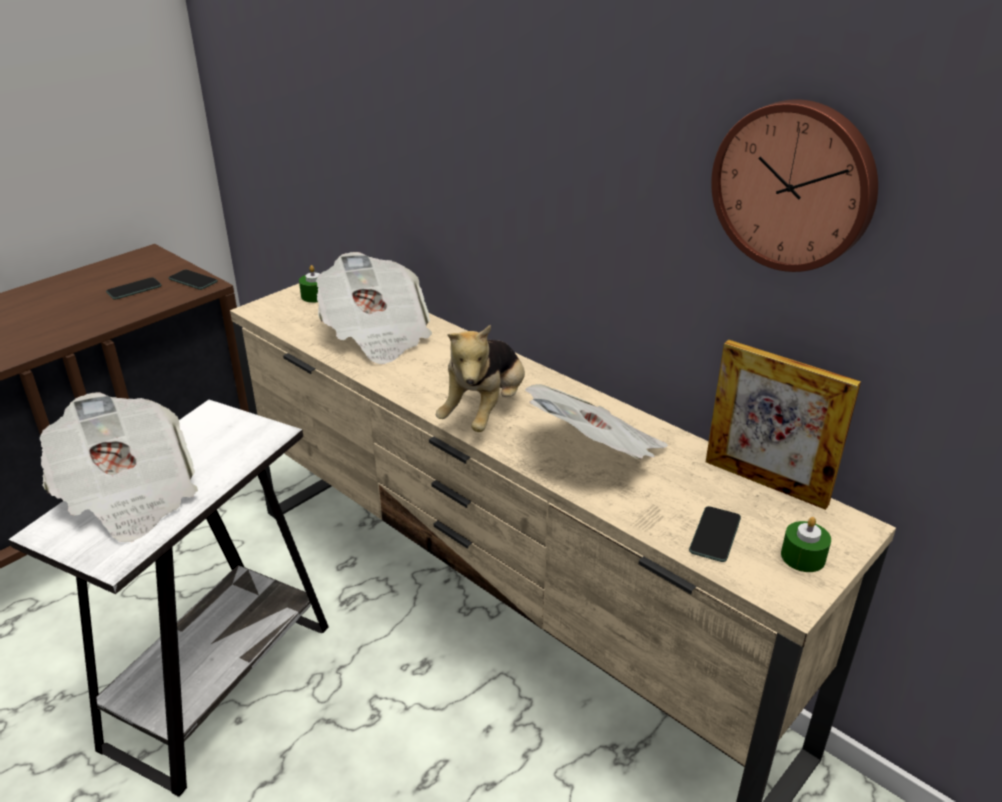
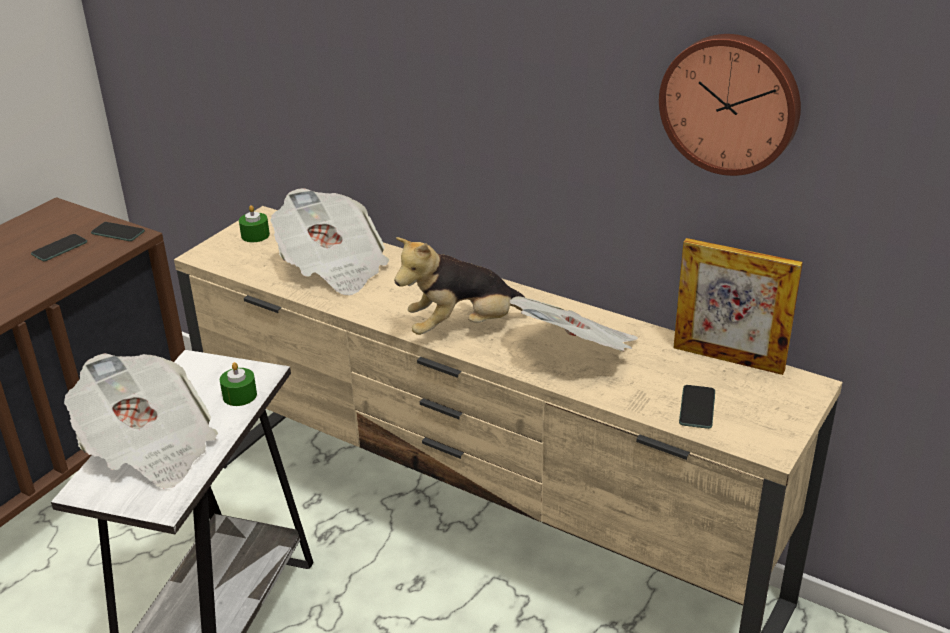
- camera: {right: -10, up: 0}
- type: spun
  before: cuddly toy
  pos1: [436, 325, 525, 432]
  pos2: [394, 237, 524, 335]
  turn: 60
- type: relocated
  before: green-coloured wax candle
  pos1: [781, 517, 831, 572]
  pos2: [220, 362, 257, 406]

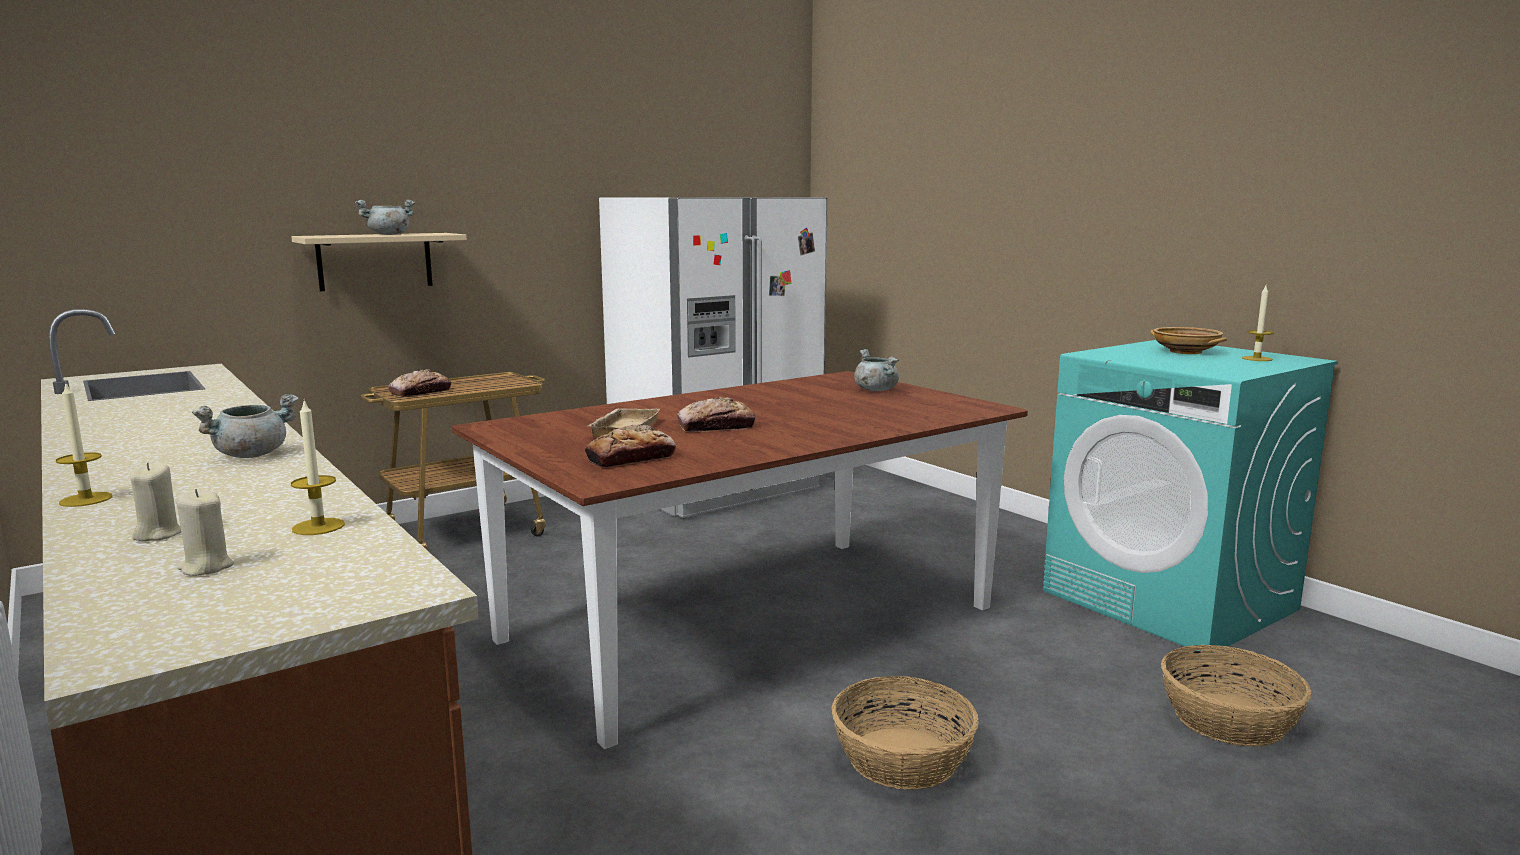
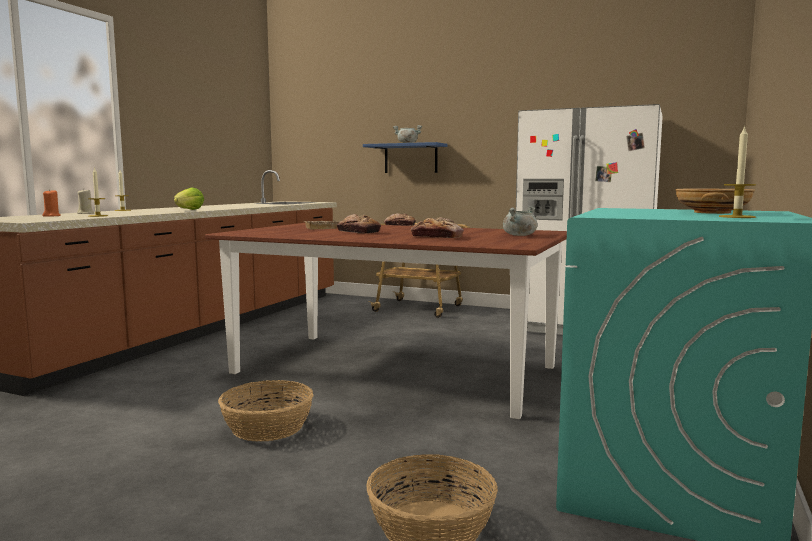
- camera: {right: 60, up: -5}
- type: colour
  before: beige-coloured wax candle
  after: orange wax candle
  pos1: [176, 489, 234, 576]
  pos2: [42, 189, 61, 217]
- type: exchanged
  before: greyish saucepot
  after: head of lettuce
  pos1: [192, 394, 299, 458]
  pos2: [174, 187, 204, 210]
- type: colour
  before: beige-coloured shelf
  after: blue-coloured shelf
  pos1: [291, 233, 467, 291]
  pos2: [363, 142, 448, 173]
- type: relocated
  before: baked bread
  pos1: [585, 425, 676, 468]
  pos2: [411, 217, 464, 238]

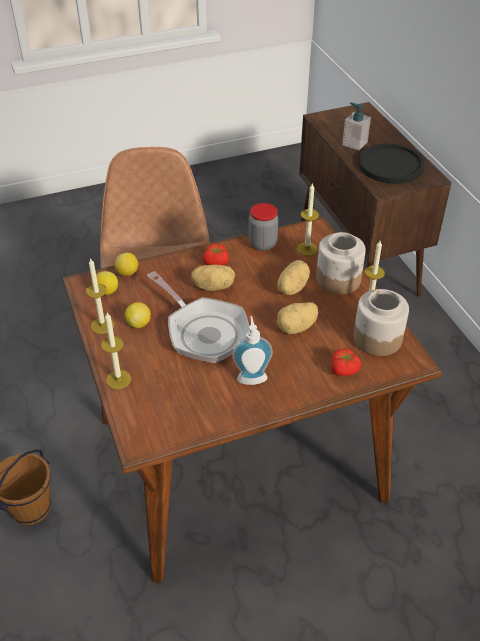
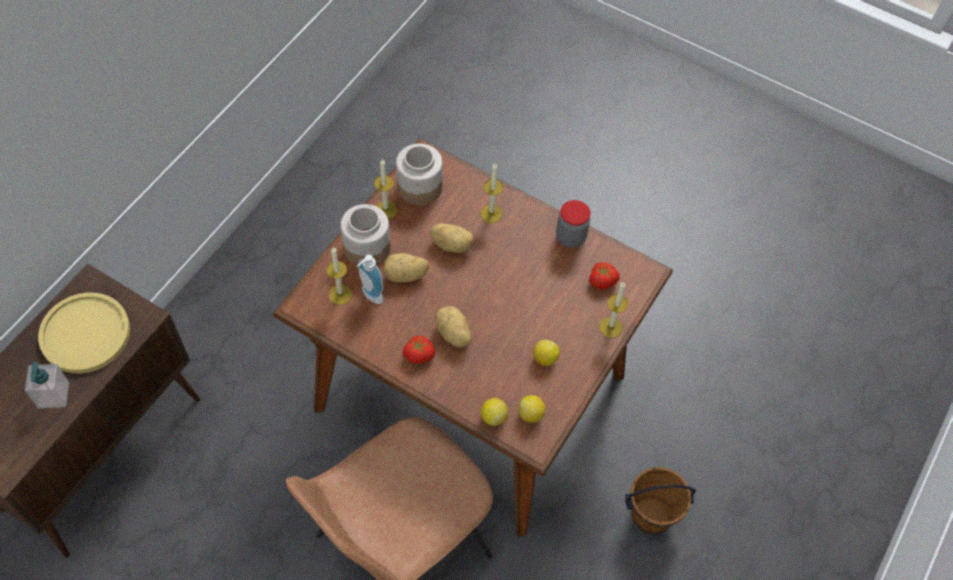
- camera: {right: -130, up: 15}
- type: relocated
  before: wax candle
  pos1: [86, 258, 114, 334]
  pos2: [480, 163, 503, 223]
- type: missing
  before: skillet
  pos1: [147, 271, 249, 363]
- type: relocated
  before: soap dispenser
  pos1: [232, 316, 273, 385]
  pos2: [357, 255, 384, 304]
- type: relocated
  before: preserve jar
  pos1: [249, 203, 278, 251]
  pos2: [556, 200, 590, 248]
- type: relocated
  before: whole tomato
  pos1: [331, 348, 361, 376]
  pos2: [589, 262, 619, 290]
- type: colour
  before: blackish flat dish
  after: yellow flat dish
  pos1: [358, 143, 425, 184]
  pos2: [38, 292, 130, 373]

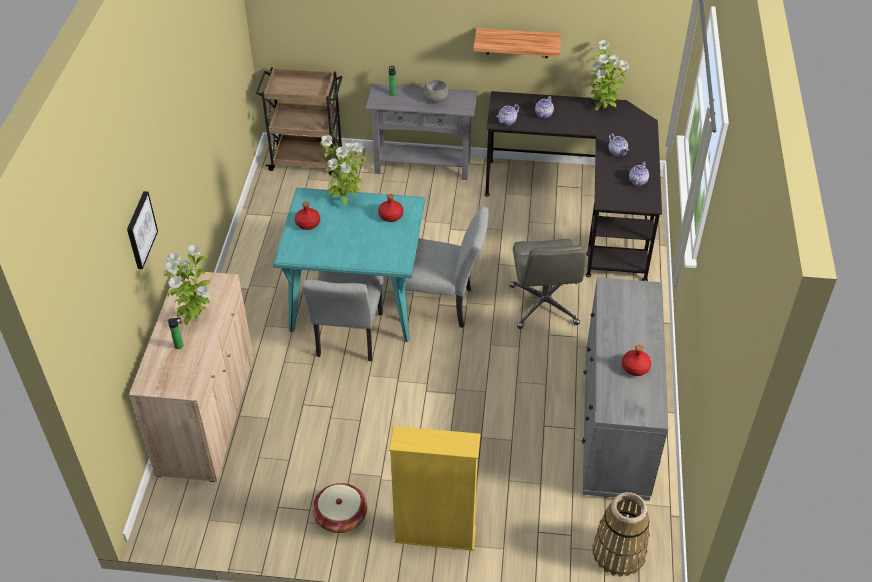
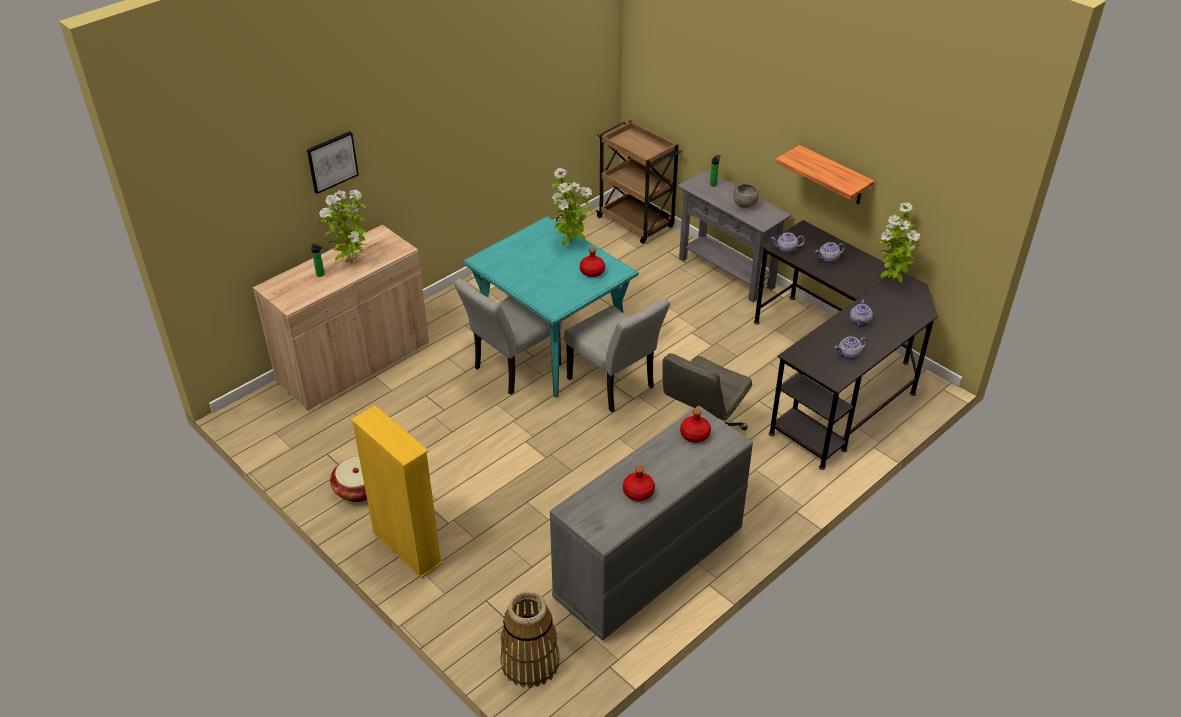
- camera: {right: 40, up: -5}
- type: relocated
  before: red-coloured drink bottle
  pos1: [295, 201, 320, 230]
  pos2: [680, 409, 711, 443]

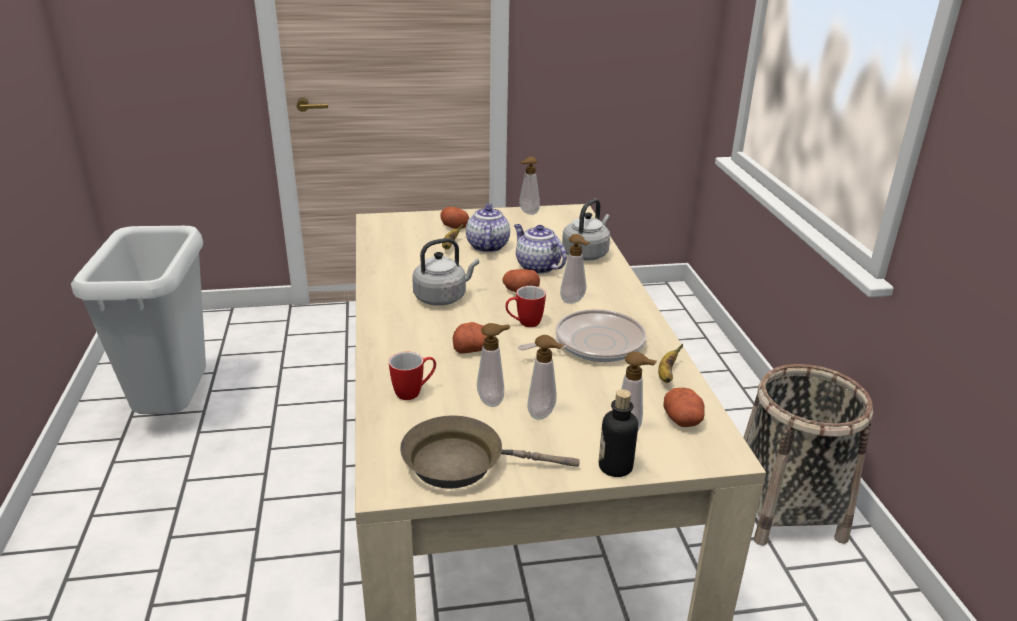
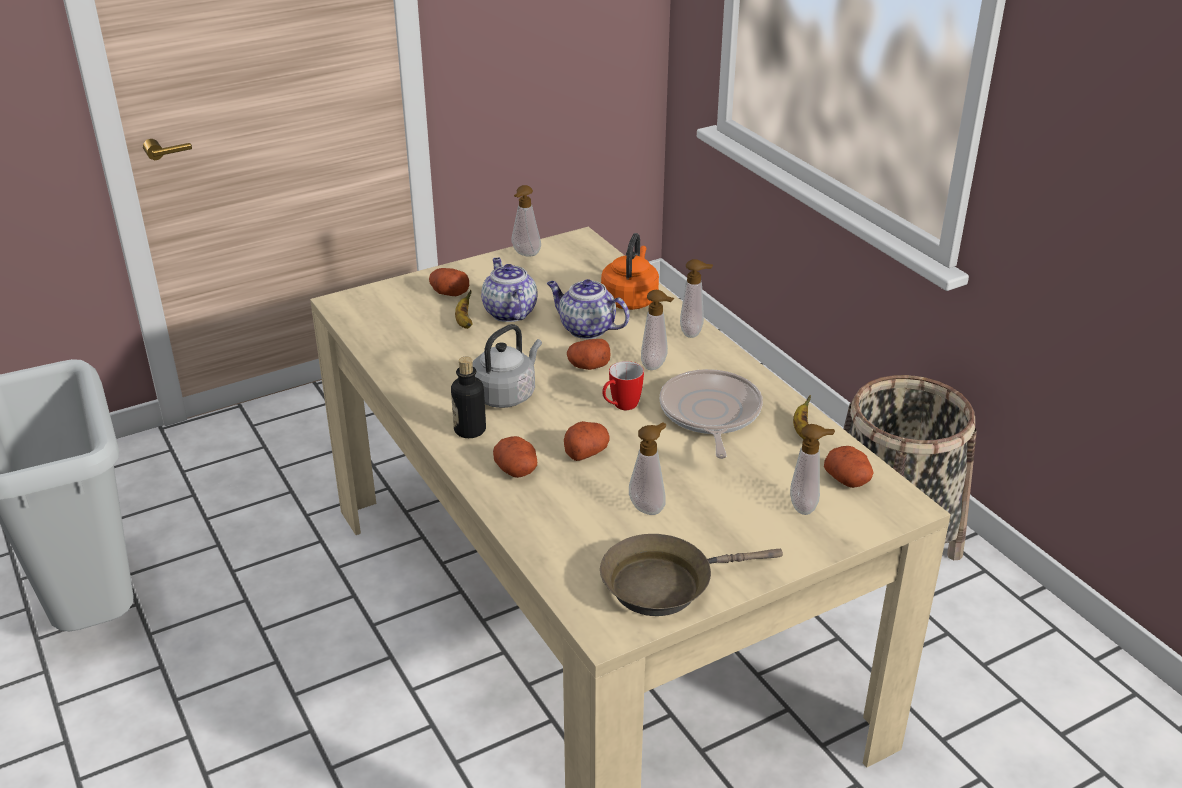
- camera: {right: -20, up: 5}
- type: missing
  before: coffee mug
  pos1: [389, 352, 436, 400]
- type: spun
  before: skillet
  pos1: [518, 309, 646, 362]
  pos2: [660, 369, 763, 459]
  turn: -45
- type: relocated
  before: soap dispenser
  pos1: [527, 335, 564, 420]
  pos2: [680, 259, 713, 338]
- type: colour
  before: greyish tea kettle
  after: orange tea kettle
  pos1: [562, 199, 610, 261]
  pos2: [601, 233, 659, 310]
- type: relocated
  before: drink bottle
  pos1: [599, 389, 638, 477]
  pos2: [451, 357, 486, 438]
- type: appeared
  after: whole potato
  pos2: [493, 436, 537, 478]

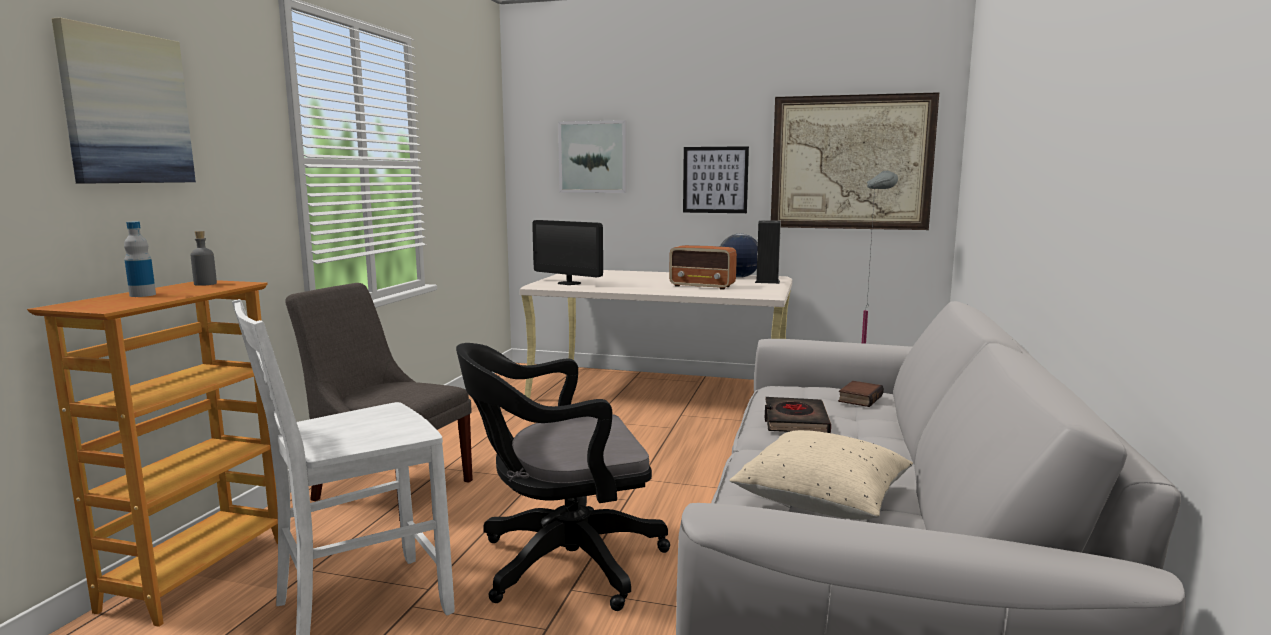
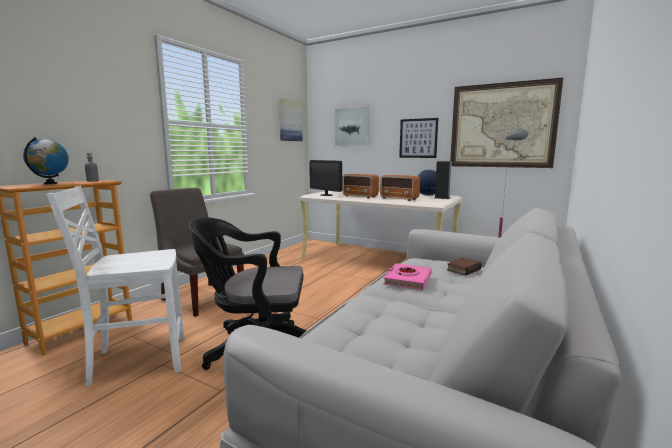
- camera: {right: 15, up: 0}
- type: relocated
  before: wall picture
  pos1: [51, 17, 196, 184]
  pos2: [279, 98, 302, 141]
- type: exchanged
  before: drink bottle
  after: desk globe
  pos1: [124, 222, 156, 297]
  pos2: [23, 137, 69, 184]
- type: missing
  before: beige-coloured cushion
  pos1: [730, 430, 913, 520]
- type: colour
  before: blackish bound book
  after: pink-coloured bound book
  pos1: [765, 397, 831, 433]
  pos2: [383, 263, 432, 290]
- type: appeared
  after: radio receiver
  pos2: [342, 174, 379, 198]

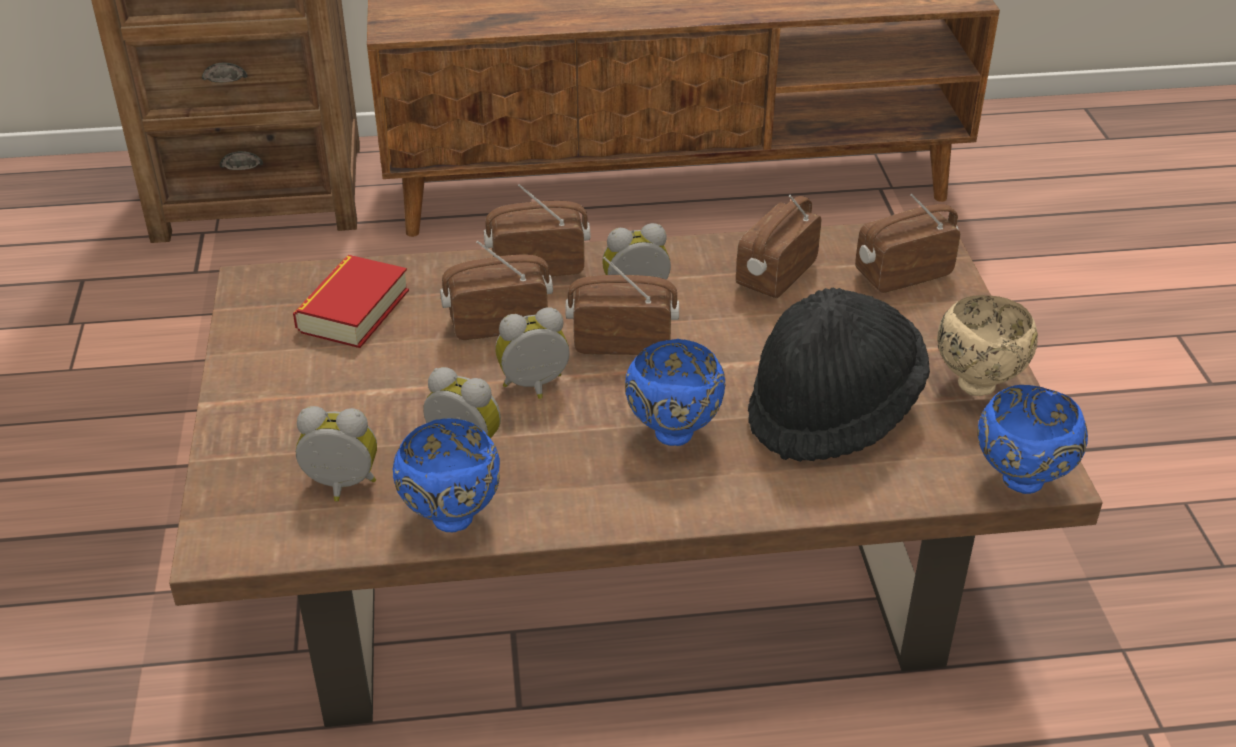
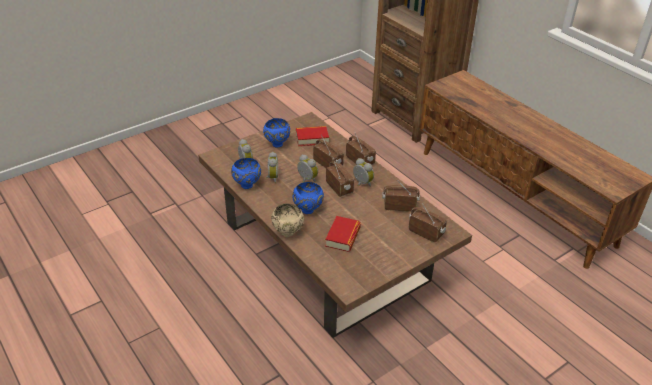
- camera: {right: 60, up: 0}
- type: exchanged
  before: blackish hat
  after: bound book
  pos1: [748, 288, 930, 462]
  pos2: [325, 216, 361, 252]
- type: relocated
  before: beige-coloured deep dish
  pos1: [937, 295, 1038, 396]
  pos2: [271, 204, 304, 237]
- type: relocated
  before: blue-coloured deep dish
  pos1: [978, 385, 1088, 494]
  pos2: [263, 118, 290, 148]

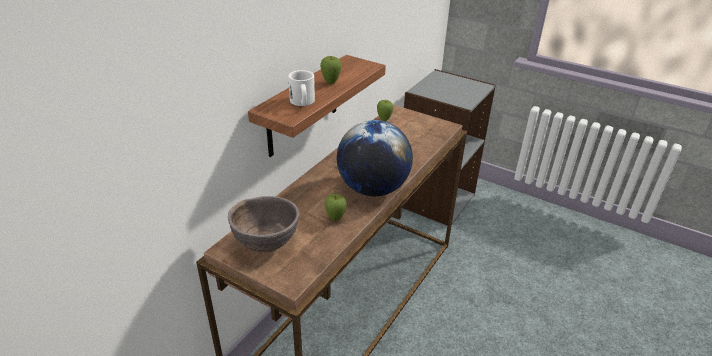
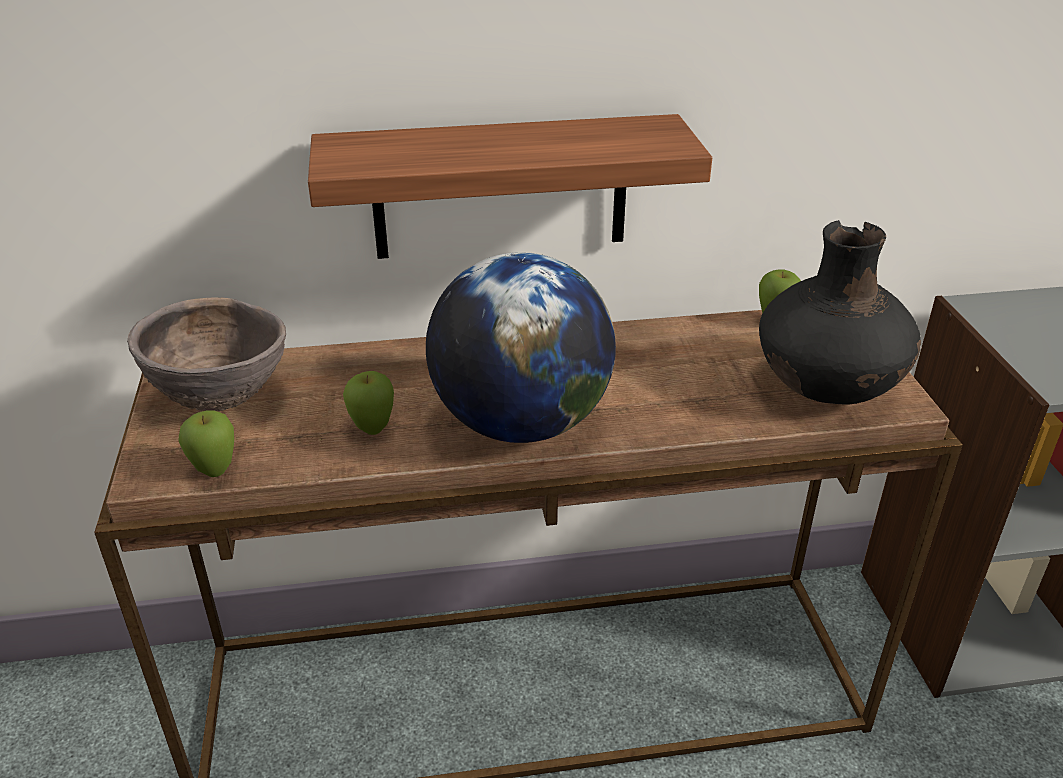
- camera: {right: 50, up: 0}
- type: missing
  before: white coffee mug
  pos1: [288, 70, 315, 106]
- type: relocated
  before: whole apple
  pos1: [320, 56, 341, 84]
  pos2: [178, 410, 234, 477]
- type: appeared
  after: blackish decorative vase
  pos2: [759, 220, 921, 405]

